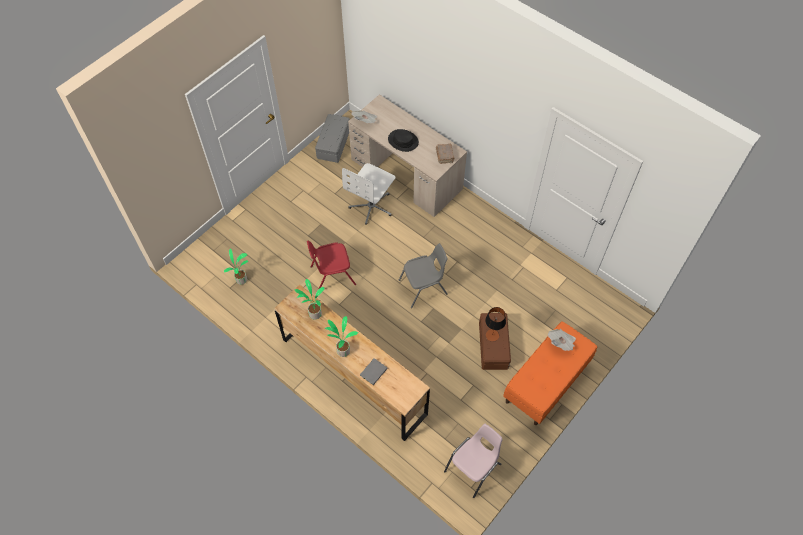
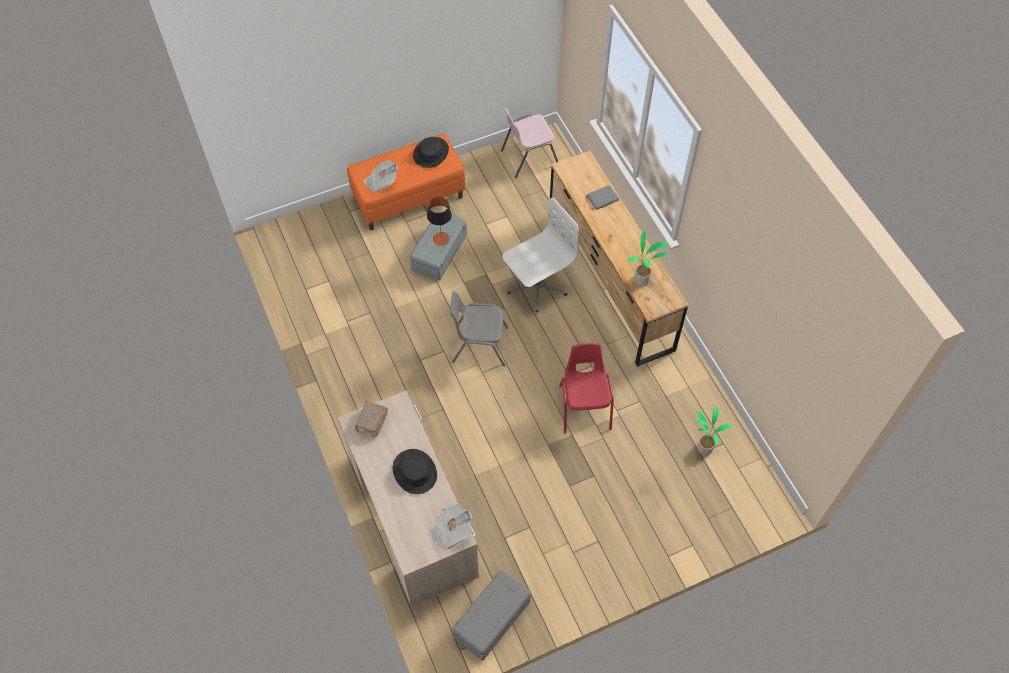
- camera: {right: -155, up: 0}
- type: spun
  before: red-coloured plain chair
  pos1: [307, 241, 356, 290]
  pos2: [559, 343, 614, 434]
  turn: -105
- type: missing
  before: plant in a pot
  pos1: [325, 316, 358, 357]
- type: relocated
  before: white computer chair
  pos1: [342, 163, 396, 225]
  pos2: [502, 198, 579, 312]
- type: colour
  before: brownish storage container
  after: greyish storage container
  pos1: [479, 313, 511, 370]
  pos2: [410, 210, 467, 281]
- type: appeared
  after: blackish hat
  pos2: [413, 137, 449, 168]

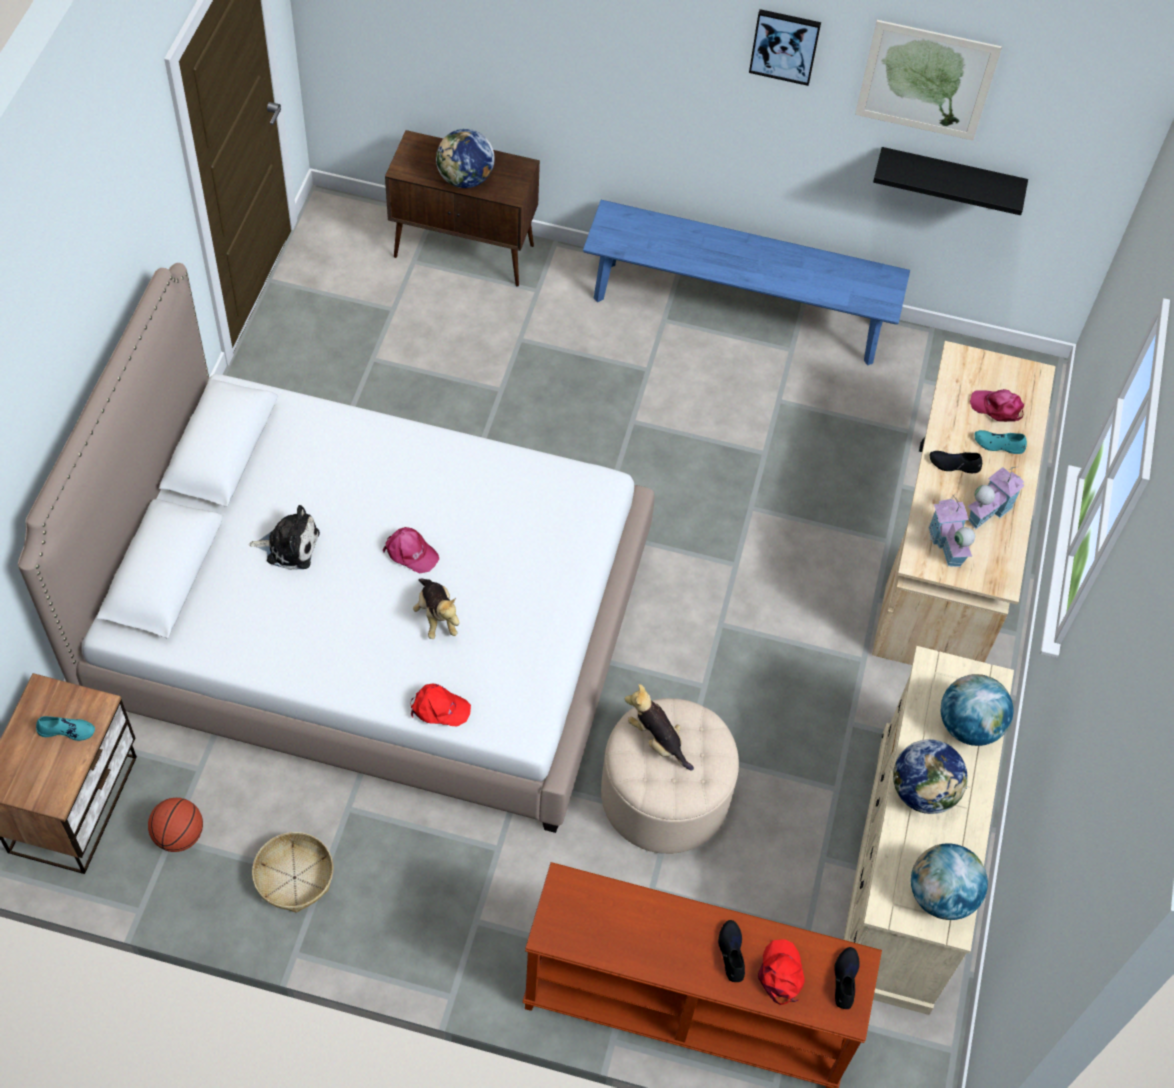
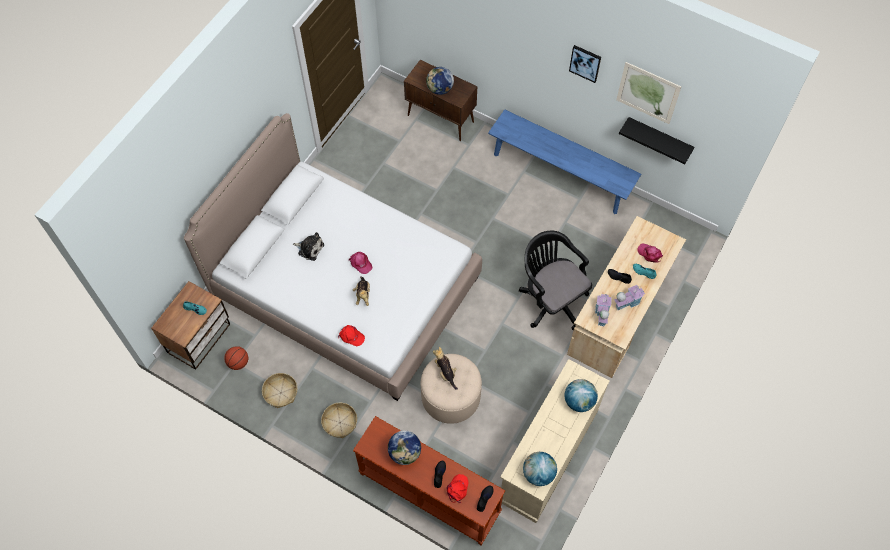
- camera: {right: 20, up: 5}
- type: relocated
  before: desk globe
  pos1: [893, 739, 968, 814]
  pos2: [388, 431, 421, 465]
- type: appeared
  after: basket
  pos2: [321, 403, 357, 438]
- type: appeared
  after: blackish computer chair
  pos2: [519, 231, 592, 330]

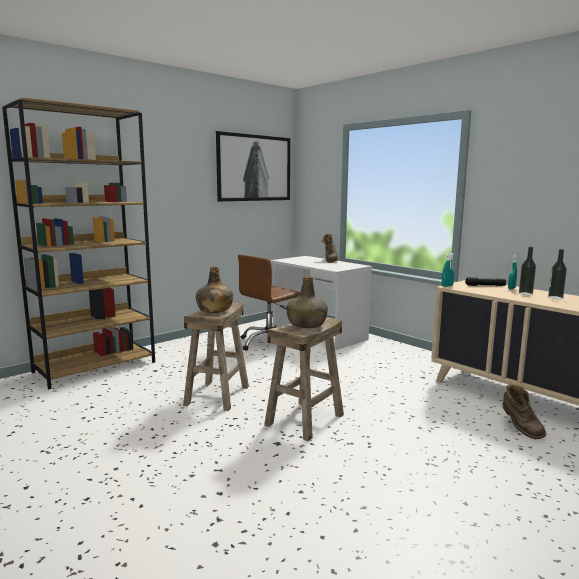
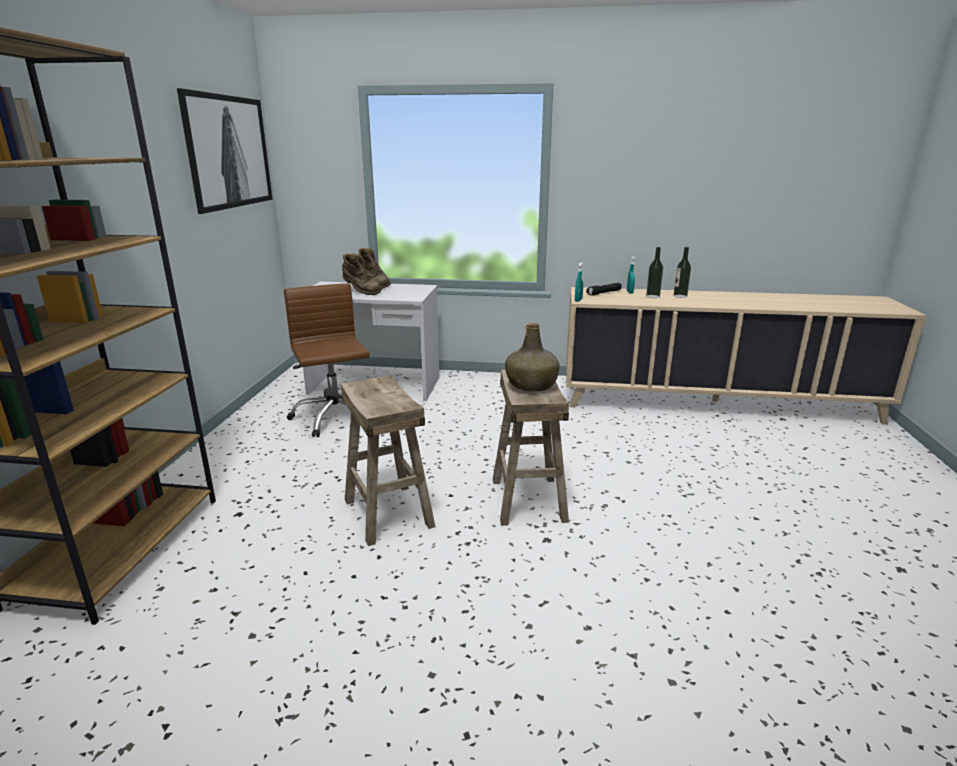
- camera: {right: -40, up: 10}
- type: missing
  before: green-coloured drink bottle
  pos1: [196, 267, 233, 313]
- type: spun
  before: brownish computer chair
  pos1: [238, 255, 300, 351]
  pos2: [284, 283, 370, 437]
  turn: 150
- type: relocated
  before: brownish tall boot
  pos1: [502, 384, 546, 439]
  pos2: [342, 254, 382, 295]

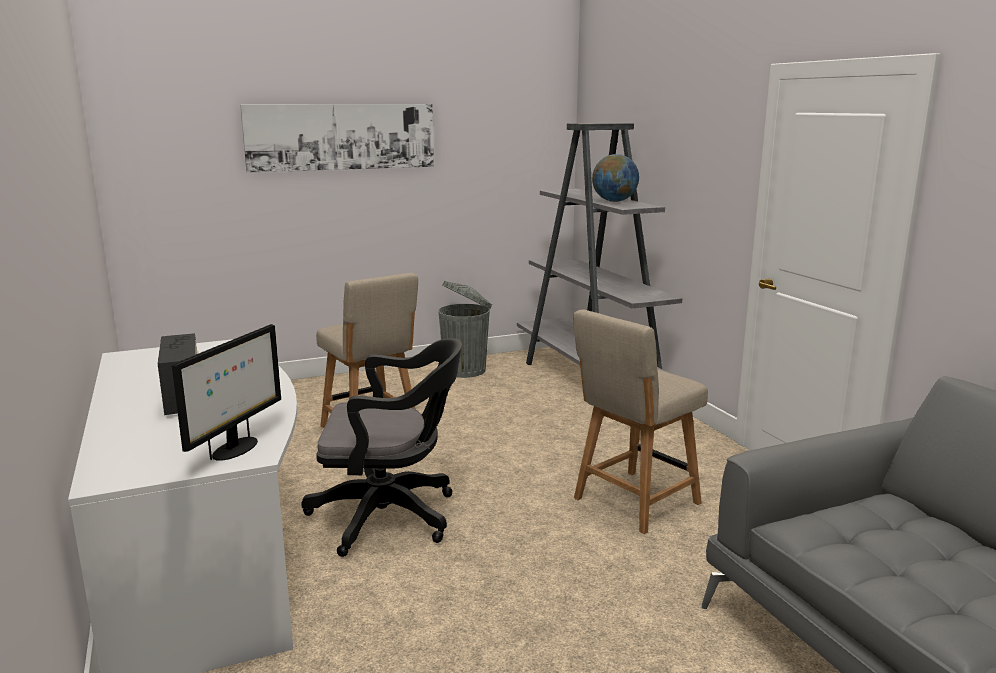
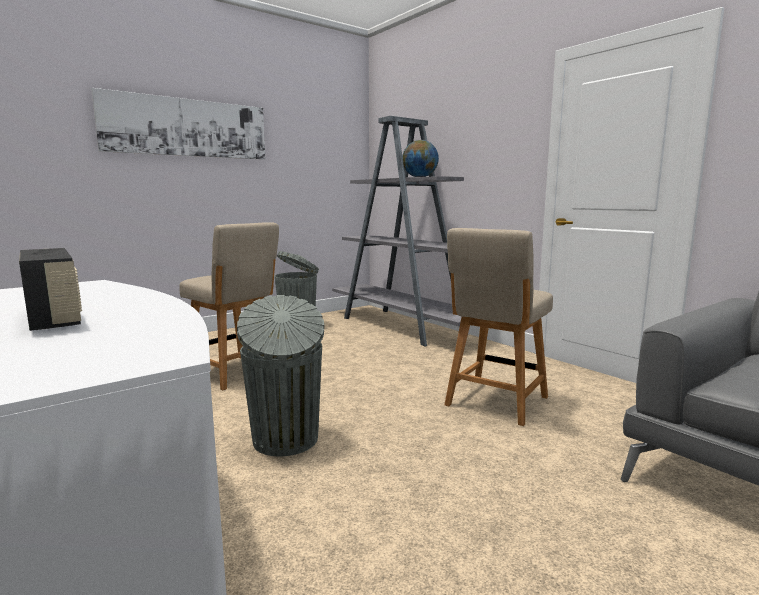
- camera: {right: -15, up: -5}
- type: missing
  before: computer display
  pos1: [172, 324, 281, 461]
- type: exchanged
  before: blackish computer chair
  after: greyish waste bin
  pos1: [301, 338, 462, 557]
  pos2: [237, 295, 324, 456]

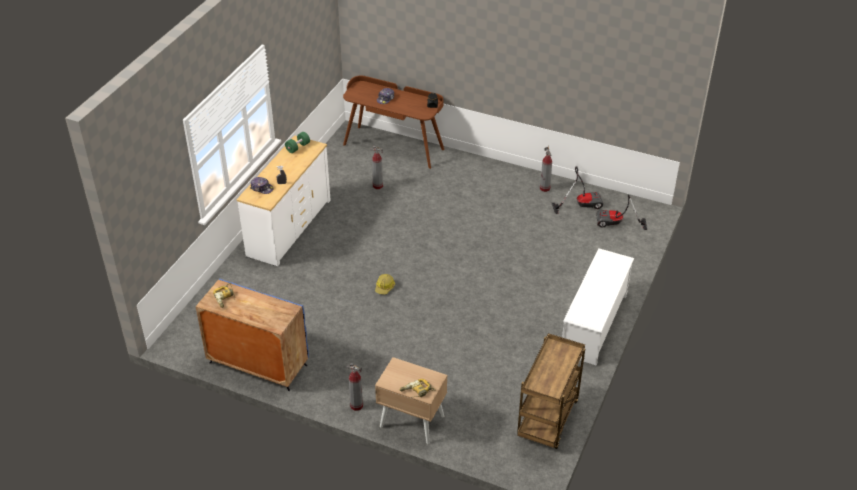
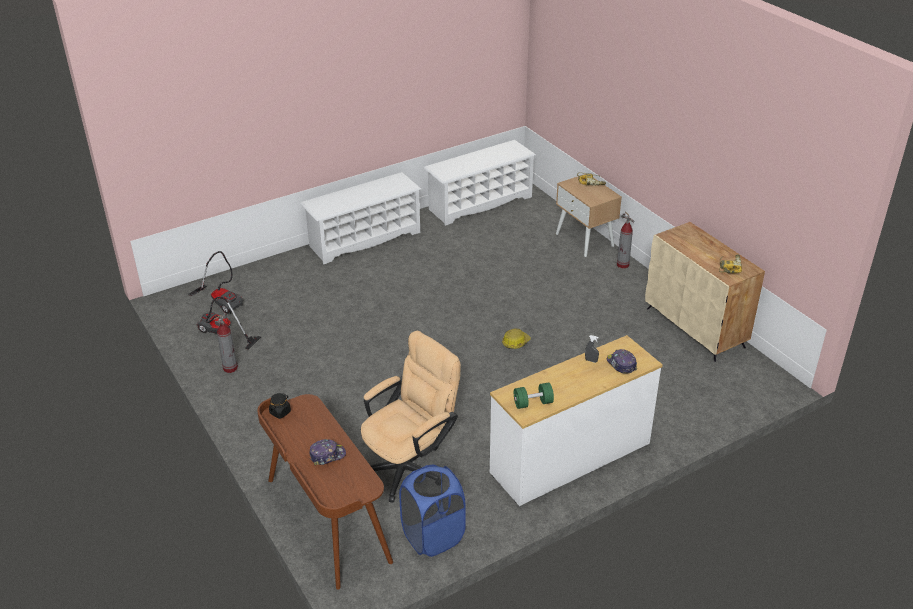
- camera: {right: -145, up: -5}
- type: colour
  before: blue-coloured cabinet
  after: beige-coloured cabinet
  pos1: [196, 279, 309, 391]
  pos2: [645, 222, 765, 362]
- type: exchanged
  before: fire extinguisher
  after: beige-coloured computer chair
  pos1: [370, 146, 383, 189]
  pos2: [361, 331, 461, 503]
- type: exchanged
  before: brownish cart
  after: white shoe rack
  pos1: [517, 333, 585, 449]
  pos2: [424, 140, 536, 226]
- type: appeared
  after: blue-coloured hamper
  pos2: [399, 465, 466, 557]

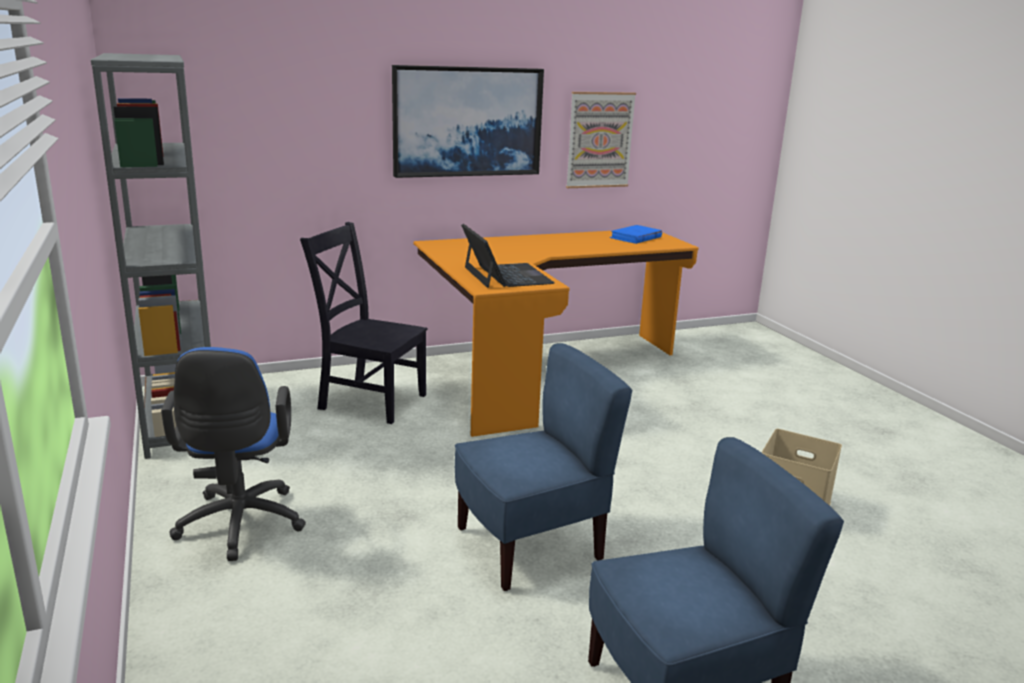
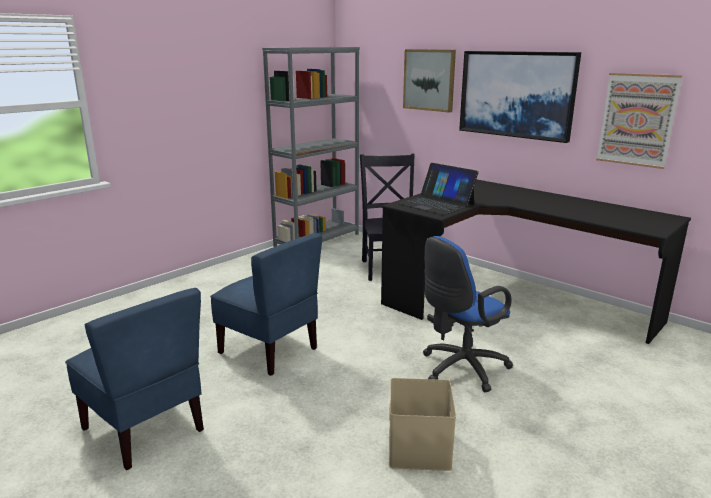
- camera: {right: 65, up: 0}
- type: relocated
  before: blue-coloured computer chair
  pos1: [161, 347, 306, 561]
  pos2: [423, 236, 513, 392]
- type: colour
  before: orange desk table
  after: blackish desk table
  pos1: [414, 231, 699, 437]
  pos2: [381, 179, 691, 344]
- type: spun
  before: notebook computer
  pos1: [461, 224, 555, 288]
  pos2: [397, 163, 479, 215]
  turn: 90
- type: missing
  before: blue-coloured bound book
  pos1: [609, 225, 662, 244]
- type: appeared
  after: wall picture
  pos2: [403, 49, 456, 113]

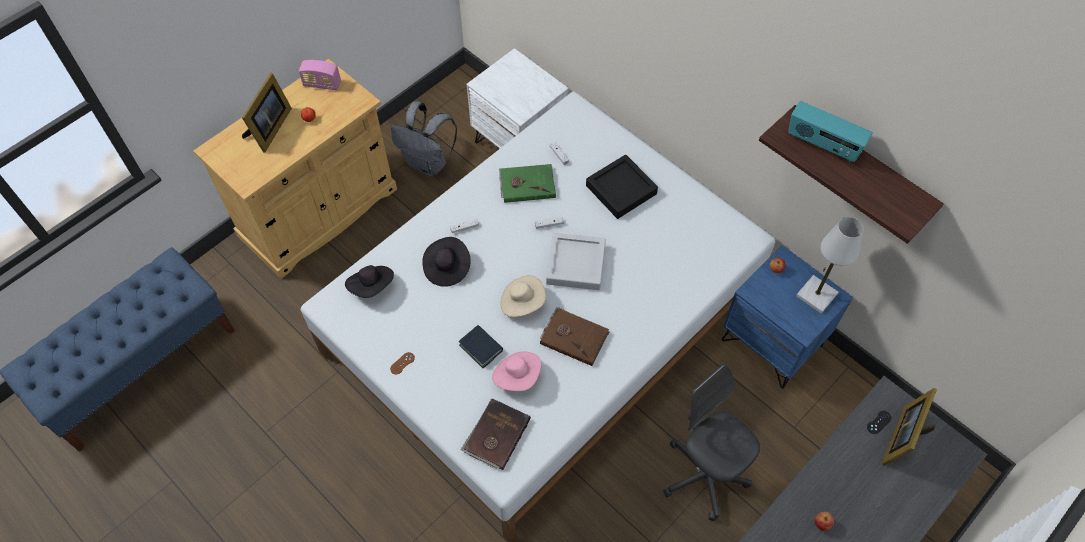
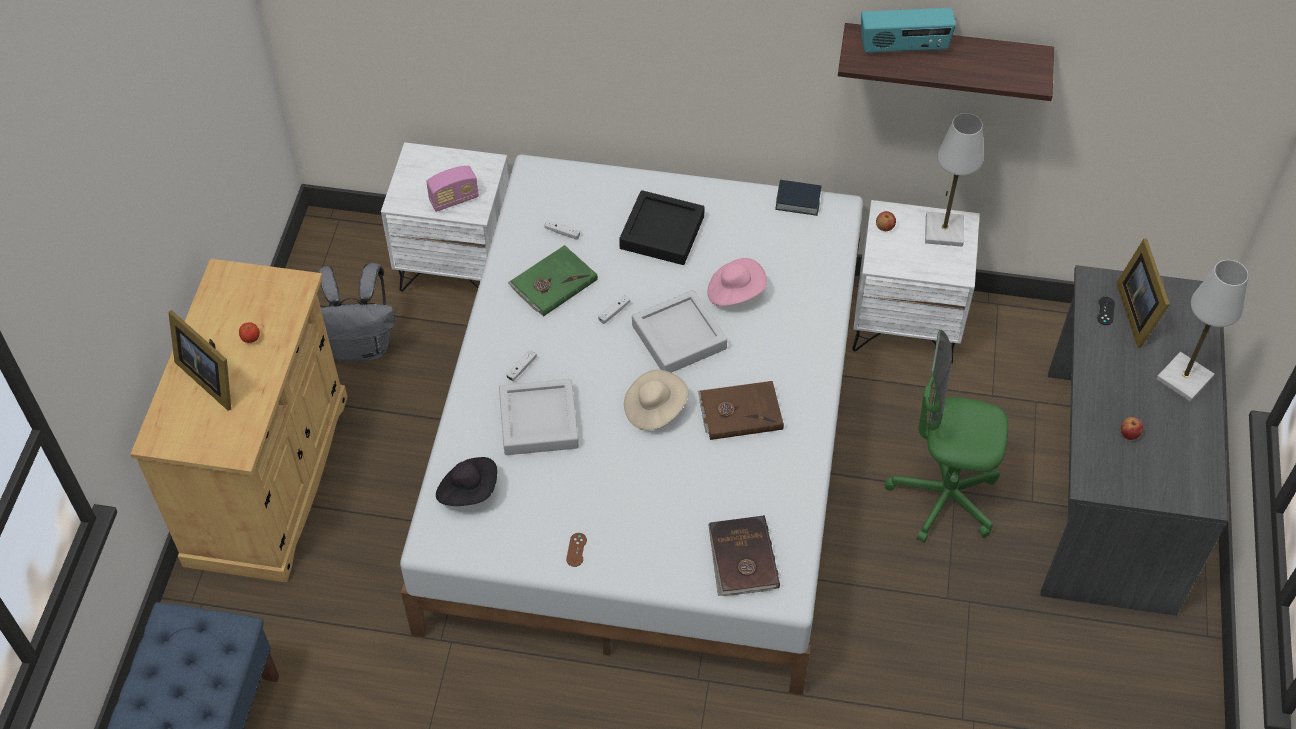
- camera: {right: -35, up: -5}
- type: spun
  before: photo frame
  pos1: [242, 72, 292, 152]
  pos2: [168, 310, 231, 411]
  turn: 150
- type: relocated
  before: radio receiver
  pos1: [299, 60, 341, 90]
  pos2: [426, 166, 479, 212]
- type: exchanged
  before: blackish hat
  after: greyish carrying tray
  pos1: [422, 237, 471, 287]
  pos2: [499, 379, 579, 455]
- type: relocated
  before: bound book
  pos1: [459, 325, 503, 368]
  pos2: [775, 180, 821, 216]
- type: relocated
  before: pink-coloured hat
  pos1: [492, 351, 542, 391]
  pos2: [707, 258, 767, 306]
- type: colour
  before: greyish computer chair
  after: green-coloured computer chair
  pos1: [663, 364, 760, 521]
  pos2: [885, 330, 1008, 543]
- type: colour
  before: blue-coloured night table
  after: white night table
  pos1: [721, 245, 853, 389]
  pos2: [852, 200, 980, 364]
- type: appeared
  after: white tabletop lamp
  pos2: [1156, 260, 1248, 402]

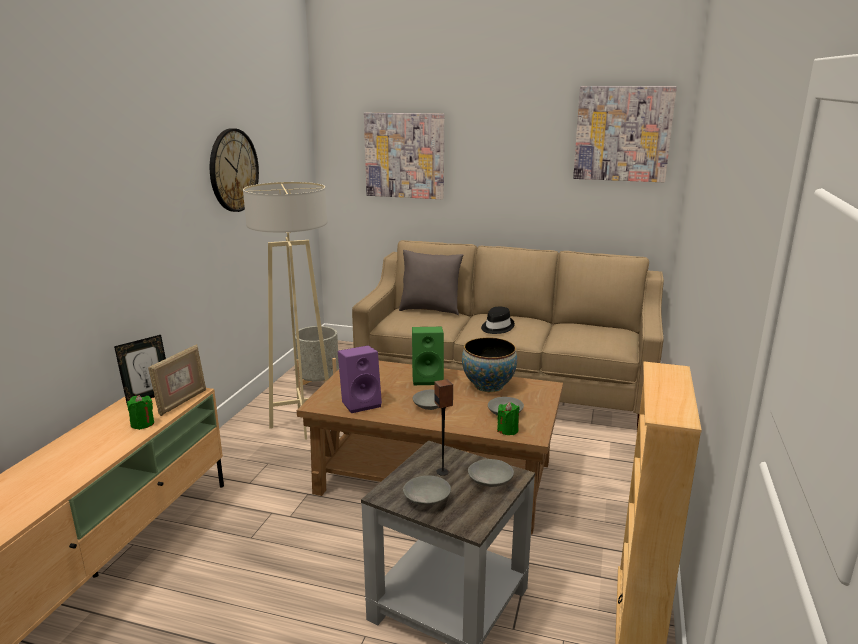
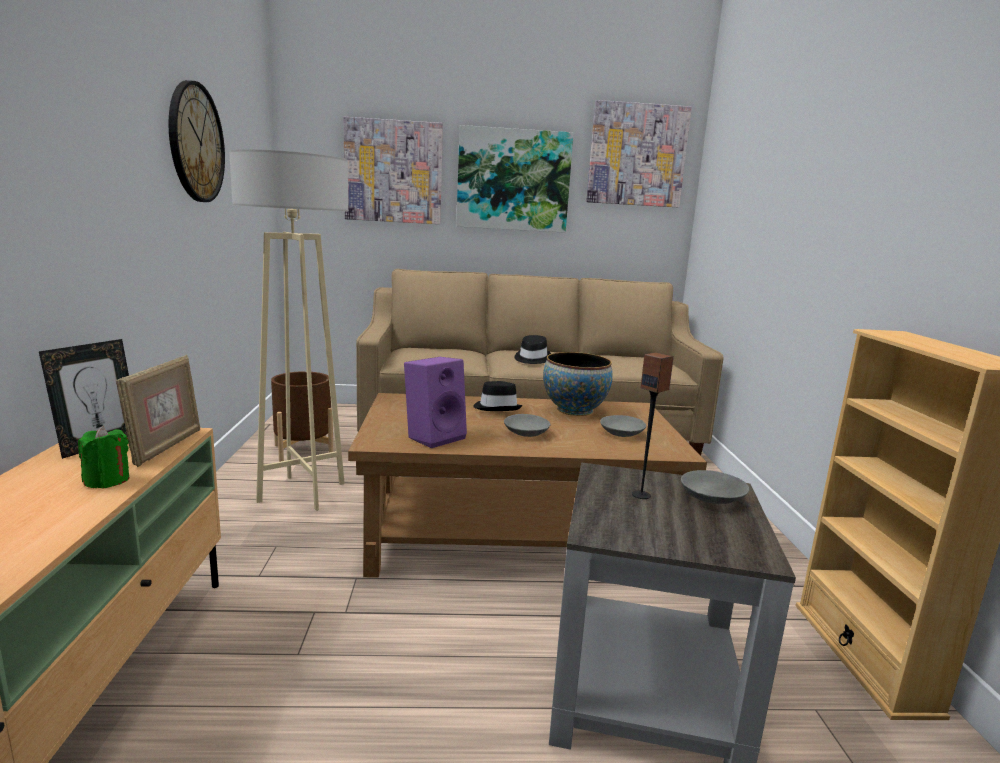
- camera: {right: -20, up: -5}
- type: colour
  before: greyish flower pot
  after: brownish flower pot
  pos1: [295, 326, 339, 395]
  pos2: [271, 371, 333, 462]
- type: missing
  before: greyish cushion
  pos1: [399, 250, 463, 315]
- type: missing
  before: greyish deep dish
  pos1: [403, 475, 451, 506]
- type: exchanged
  before: green-coloured audio speaker
  after: blackish hat
  pos1: [412, 327, 444, 385]
  pos2: [473, 381, 522, 411]
- type: missing
  before: green-coloured wax candle
  pos1: [497, 402, 520, 435]
- type: appeared
  after: wall picture
  pos2: [456, 125, 574, 233]

